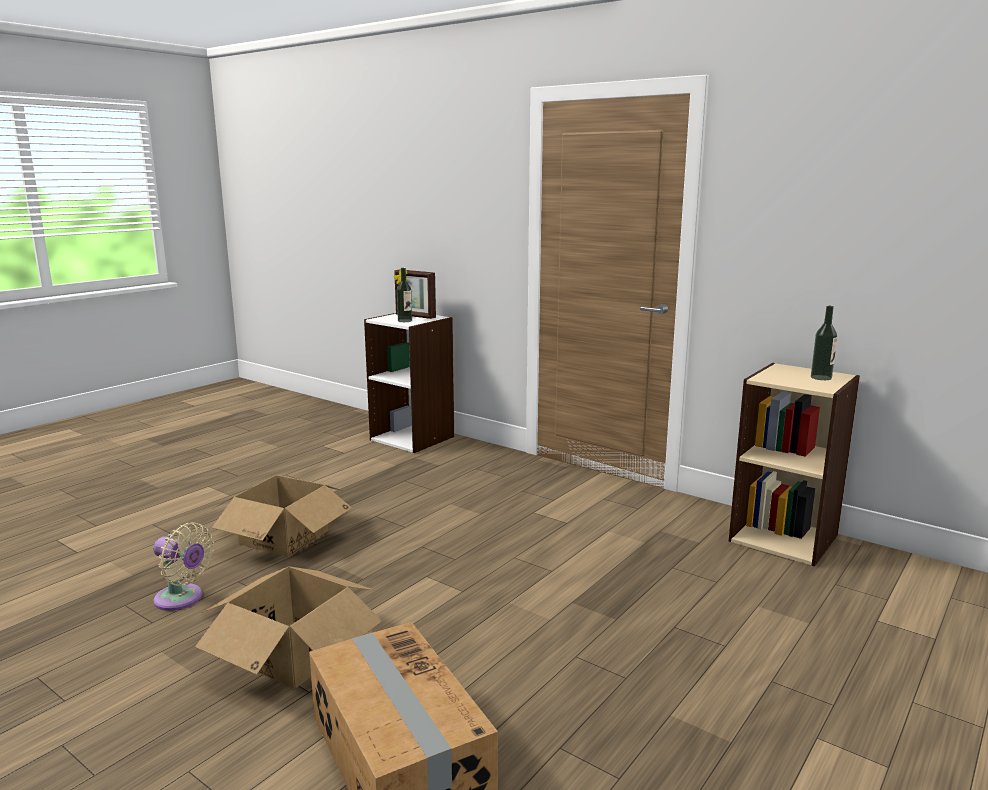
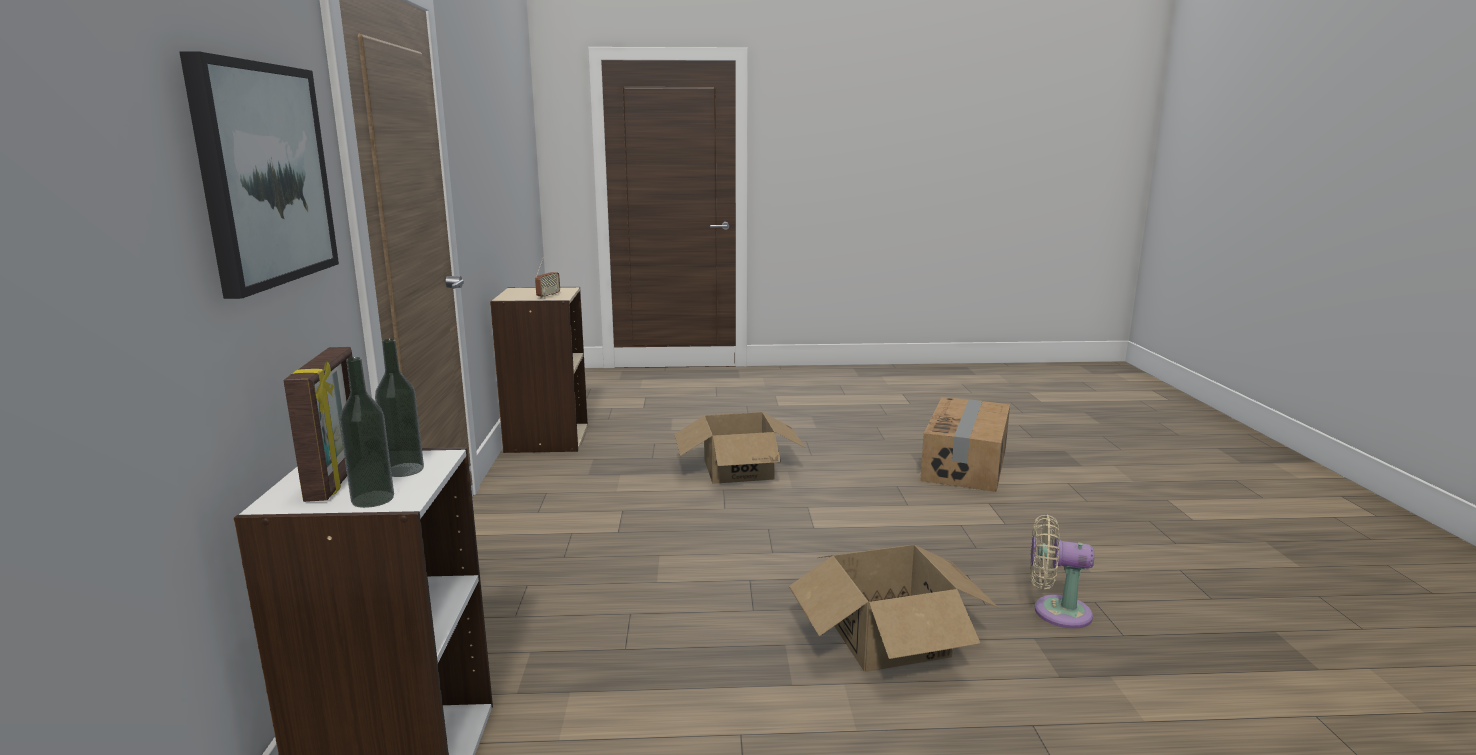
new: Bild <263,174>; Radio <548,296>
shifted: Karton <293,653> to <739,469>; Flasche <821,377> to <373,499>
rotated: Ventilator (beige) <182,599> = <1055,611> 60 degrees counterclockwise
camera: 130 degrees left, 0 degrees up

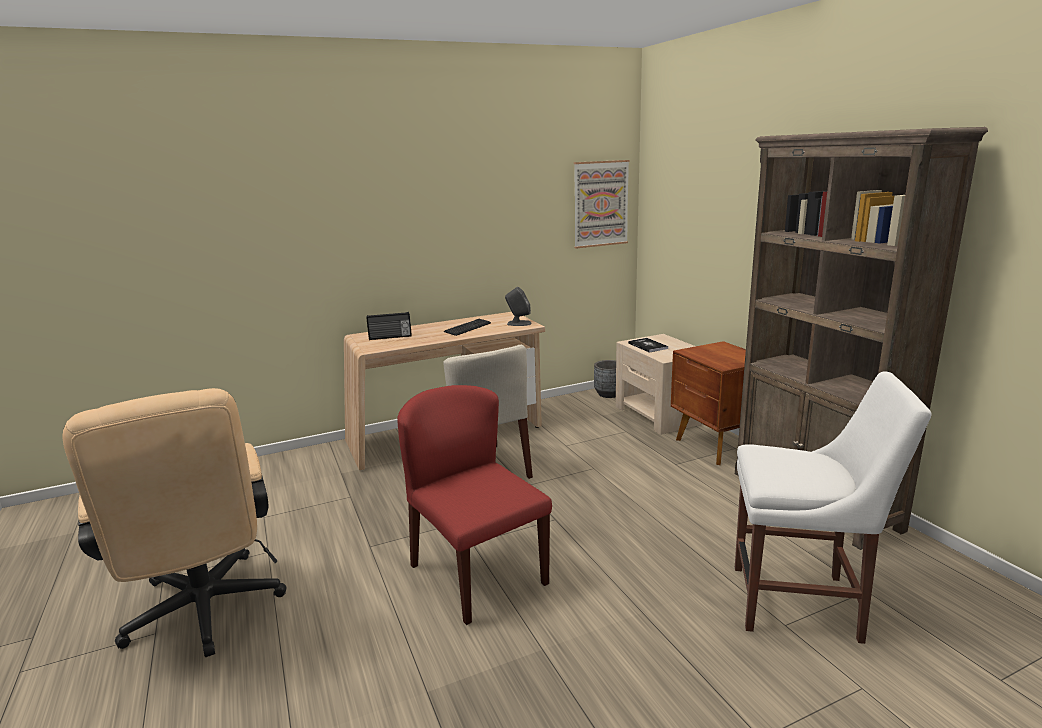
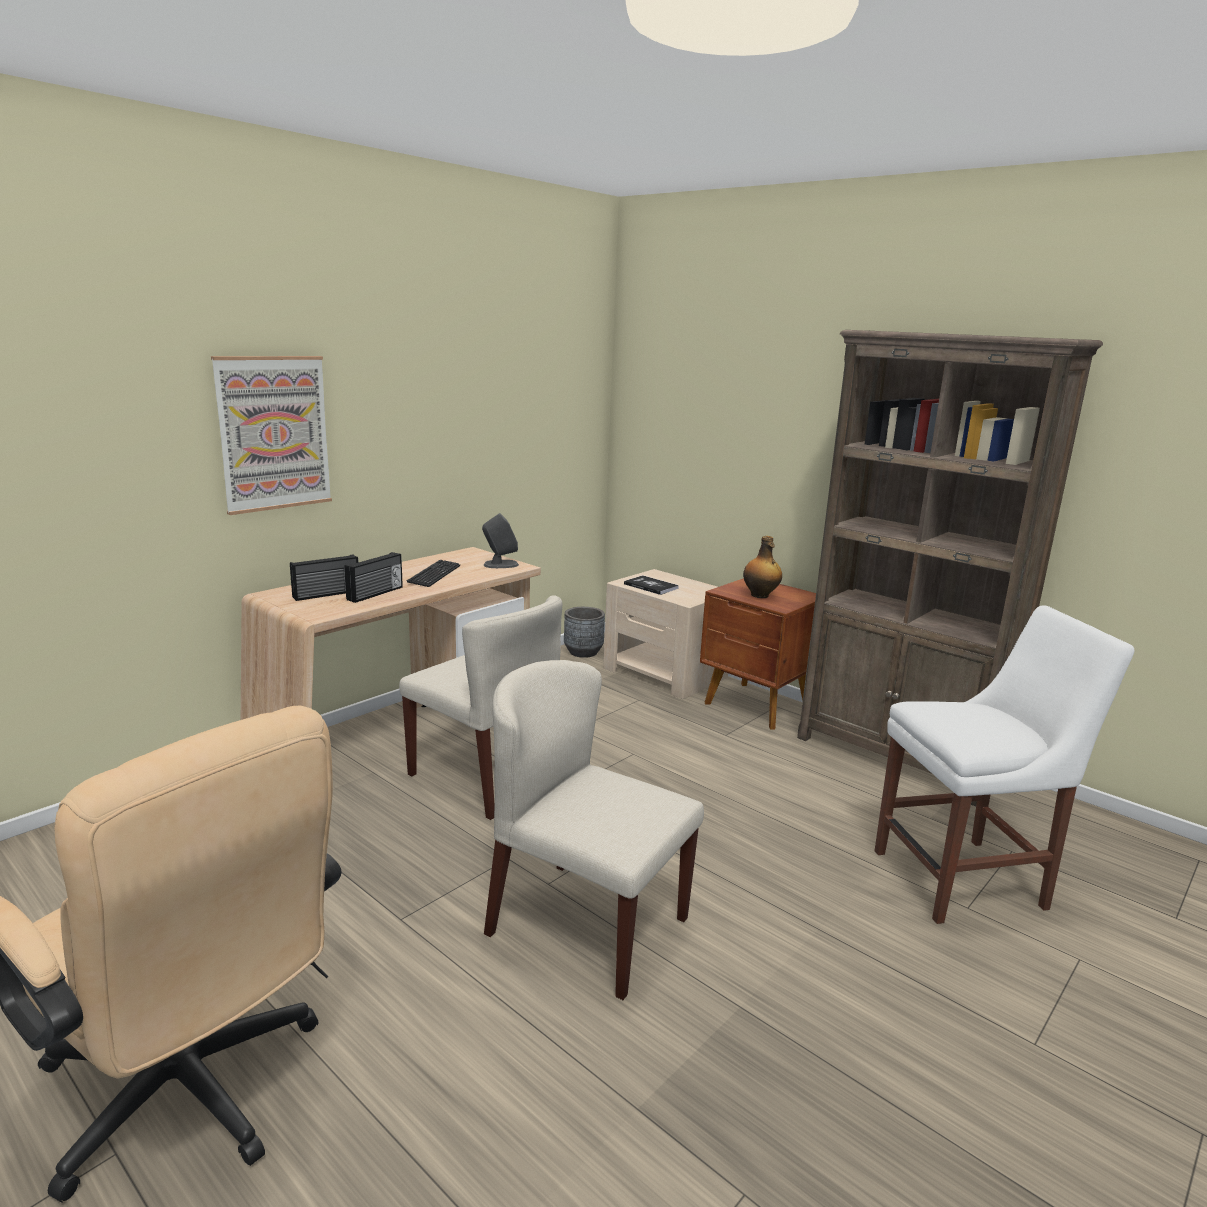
new: Radio <376,594>; Flasche <760,595>
shifted: Bild <600,204> to <274,433>
repainted: Stuhl (rot) <477,574> to Stuhl (beige) <586,925>
camera: 25 degrees left, 0 degrees up

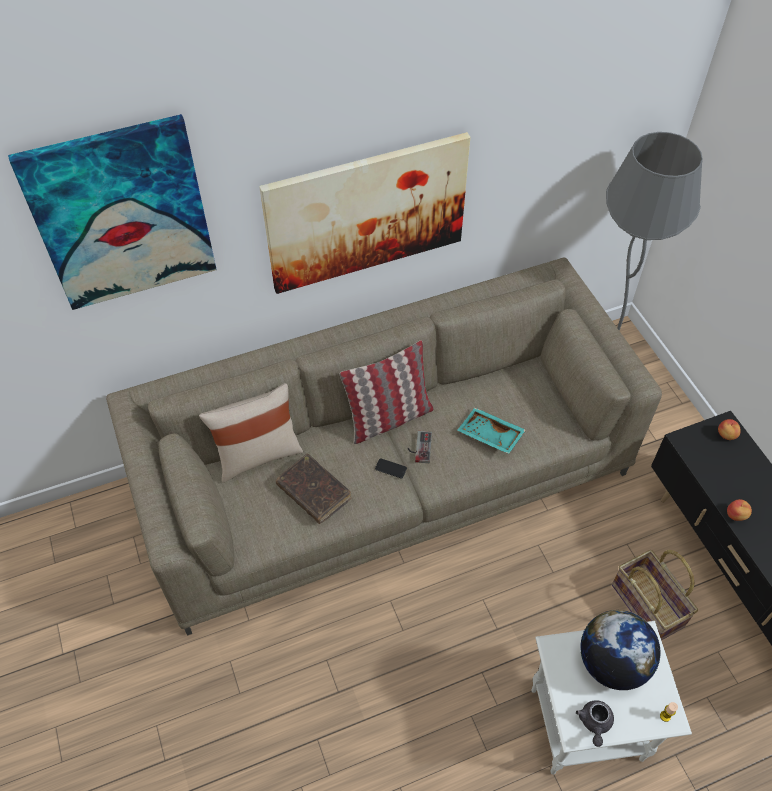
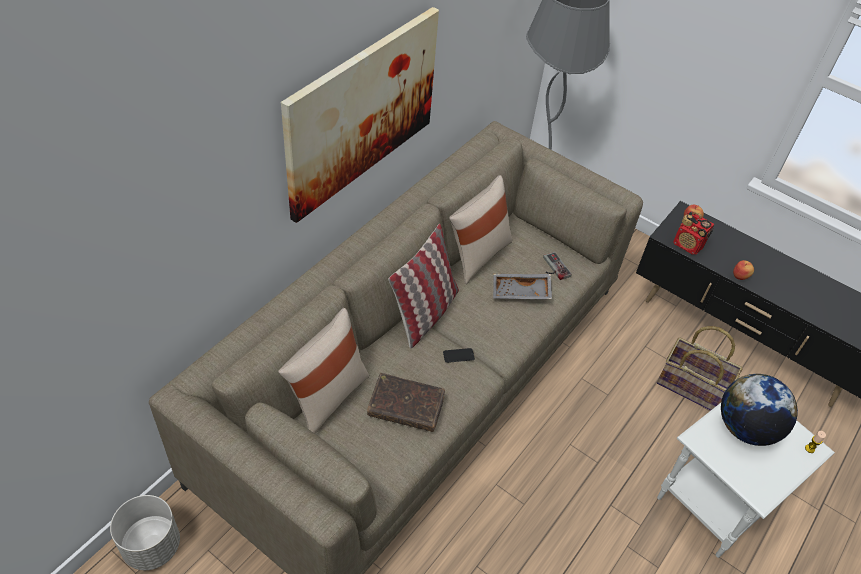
gone: Bild <122,215>; Teekanne (grau) <594,723>
new: Pflanzkübel (grau) <152,545>; Kissen (beige) <477,255>; Radio <688,245>
shifted: Gamepad <419,447> to <553,268>
repainted: Tablett (türkis) <489,436> to Tablett (grau) <520,293>
camera: 35 degrees left, 5 degrees down

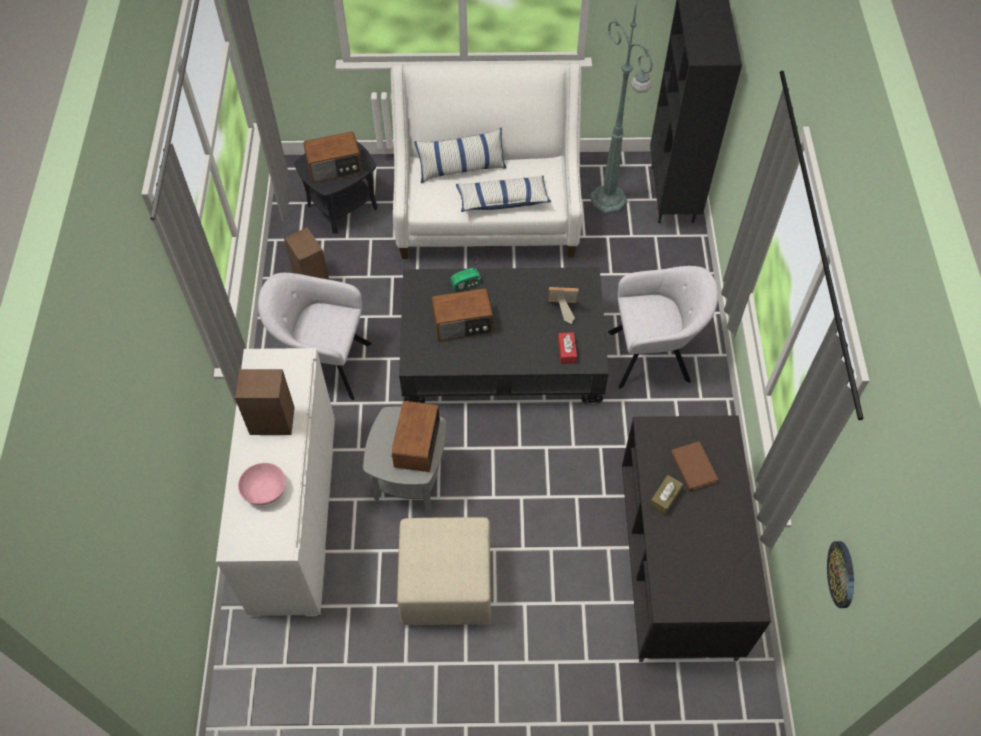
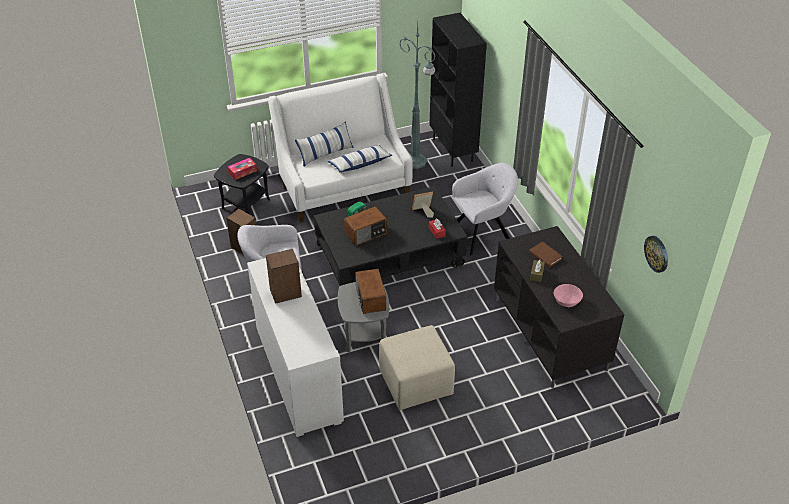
shifted: Schüssel (rosa) <264,490> to <566,301>
swapped: Radio <335,167> to Taschentuchbox <242,172>
camera: 20 degrees left, 15 degrees down

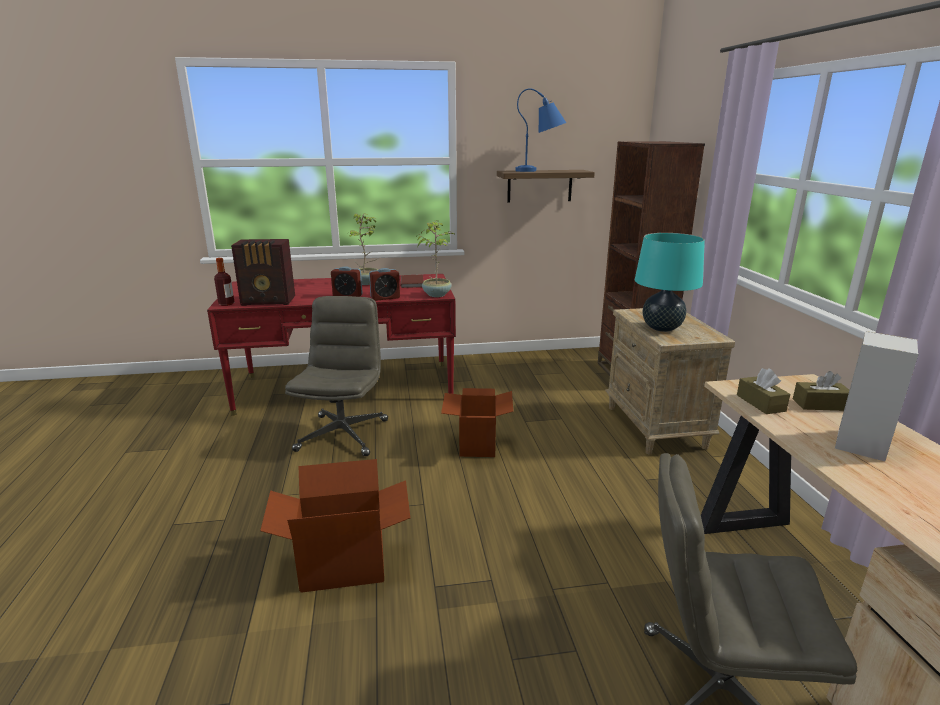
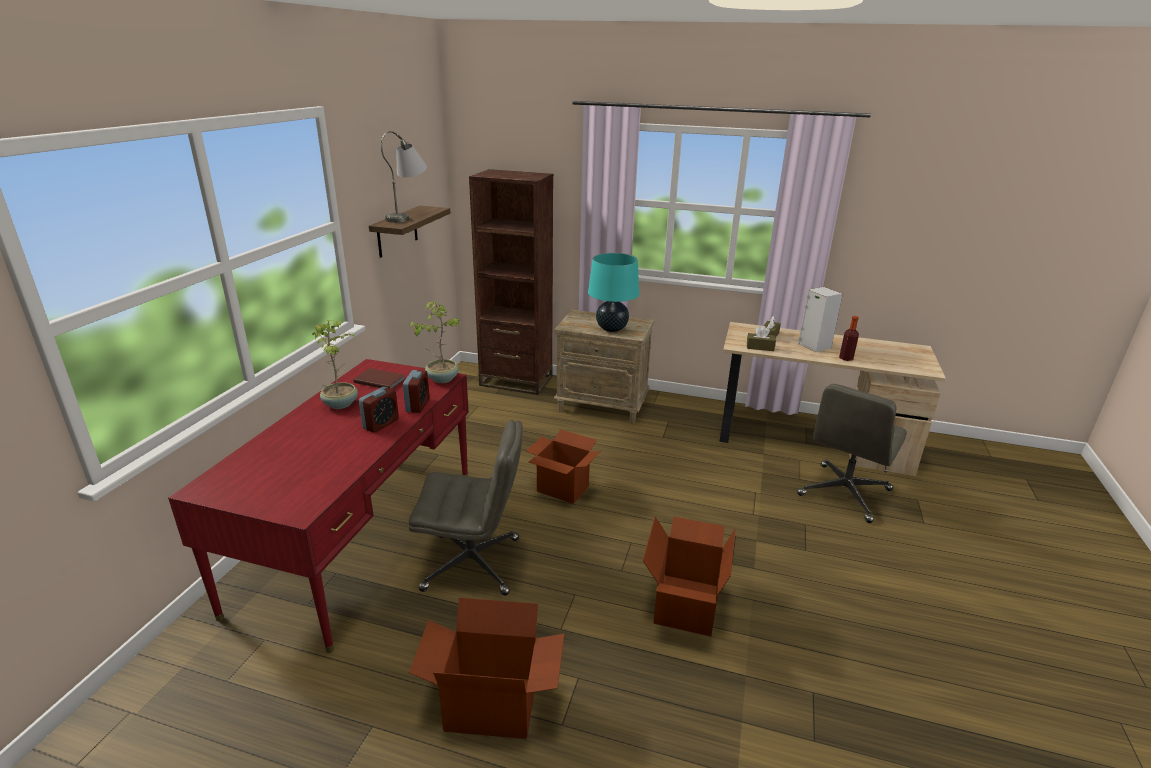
gone: Radio <269,301>
new: Karton <492,703>
shifted: Flasche <226,304> to <846,358>
repainted: Tischlampe (blau) <540,171> to Tischlampe (grau) <409,217>
rotated: Bürostuhl (grau) <343,434> = <473,563> 150 degrees clockwise
camera: 65 degrees left, 5 degrees up

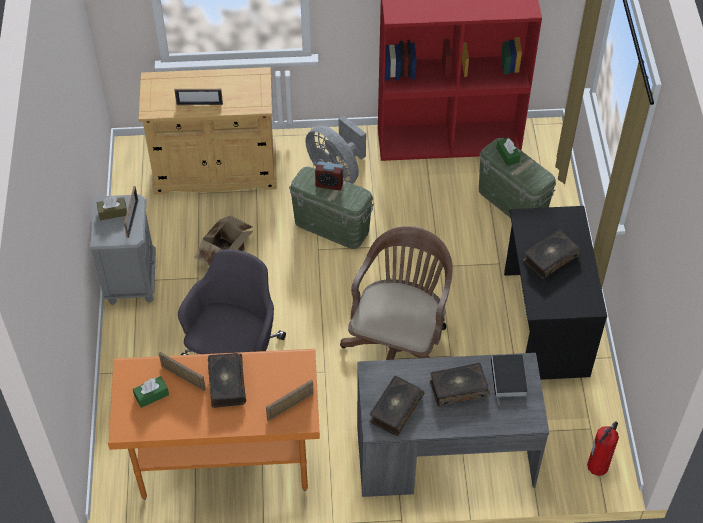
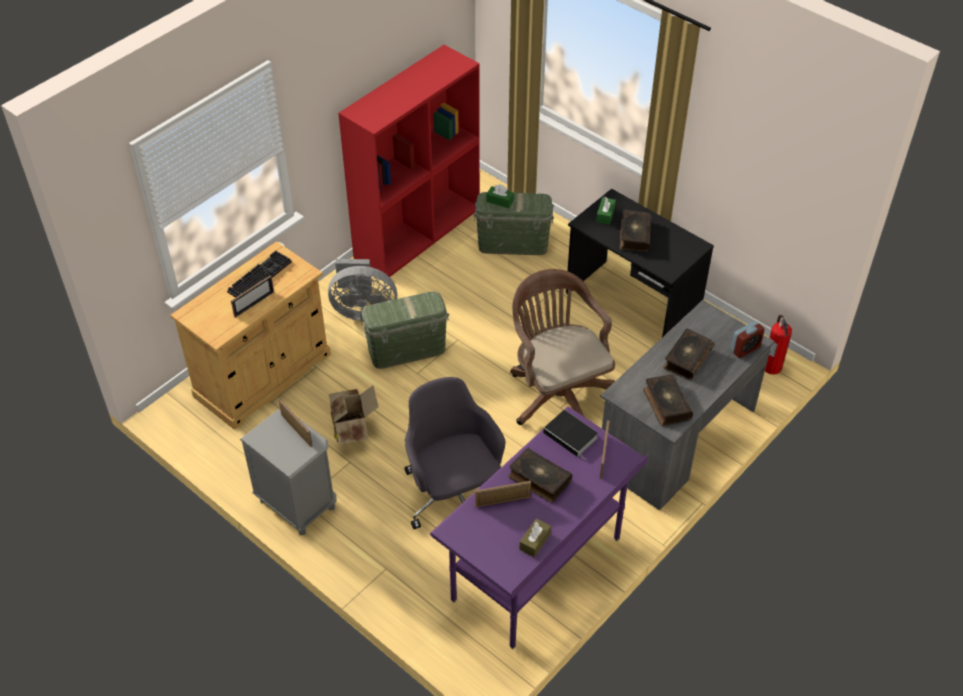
new: Tastatur <259,276>
shifted: Taschentuchbox (braun) <112,212> to <535,541>; Taschentuchbox (grün) <151,395> to <605,215>; Wecker <329,184> to <745,349>; Buch <509,379> to <572,436>
repainted: Schreibtisch (orange) <224,461> to Schreibtisch (lila) <537,570>
camera: 45 degrees left, 5 degrees down

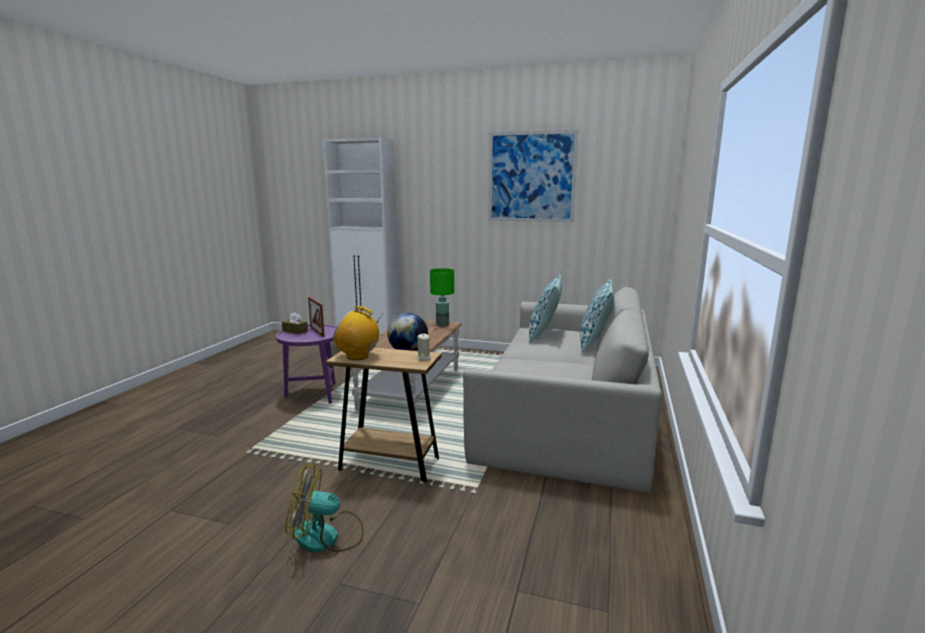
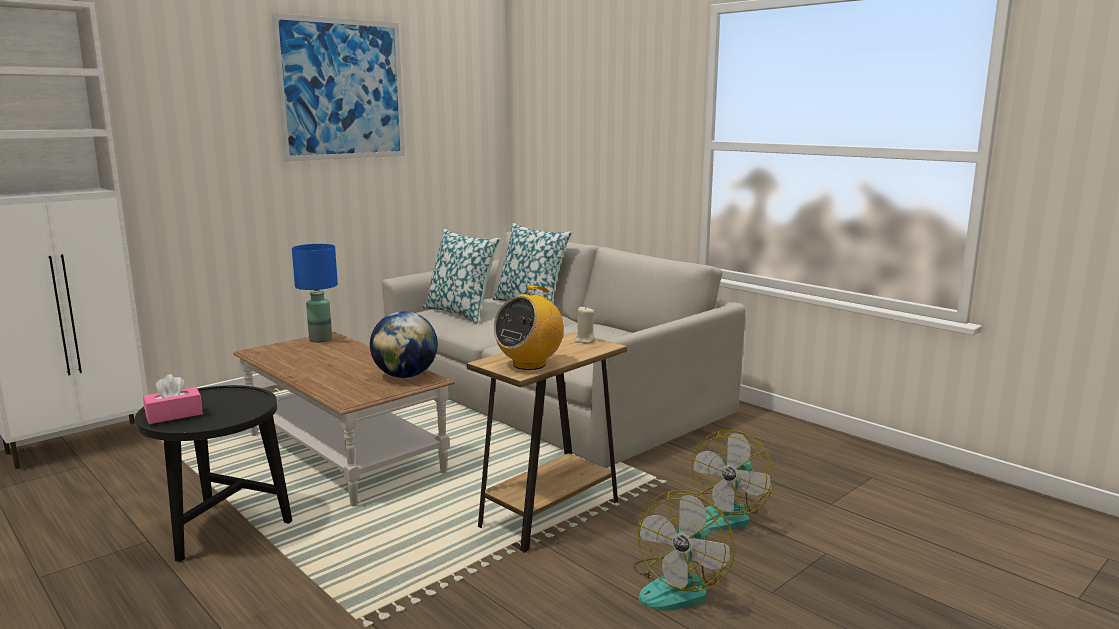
gone: Bilderrahmen <317,332>
new: Ventilator <726,514>
repainted: Beistelltisch (lila) <314,394> to Beistelltisch (schwarz) <222,531>; Taschentuchbox (braun) <295,331> to Taschentuchbox (rosa) <174,415>; Tischlampe (grün) <442,324> to Tischlampe (blau) <320,339>
camera: 60 degrees left, 0 degrees up

